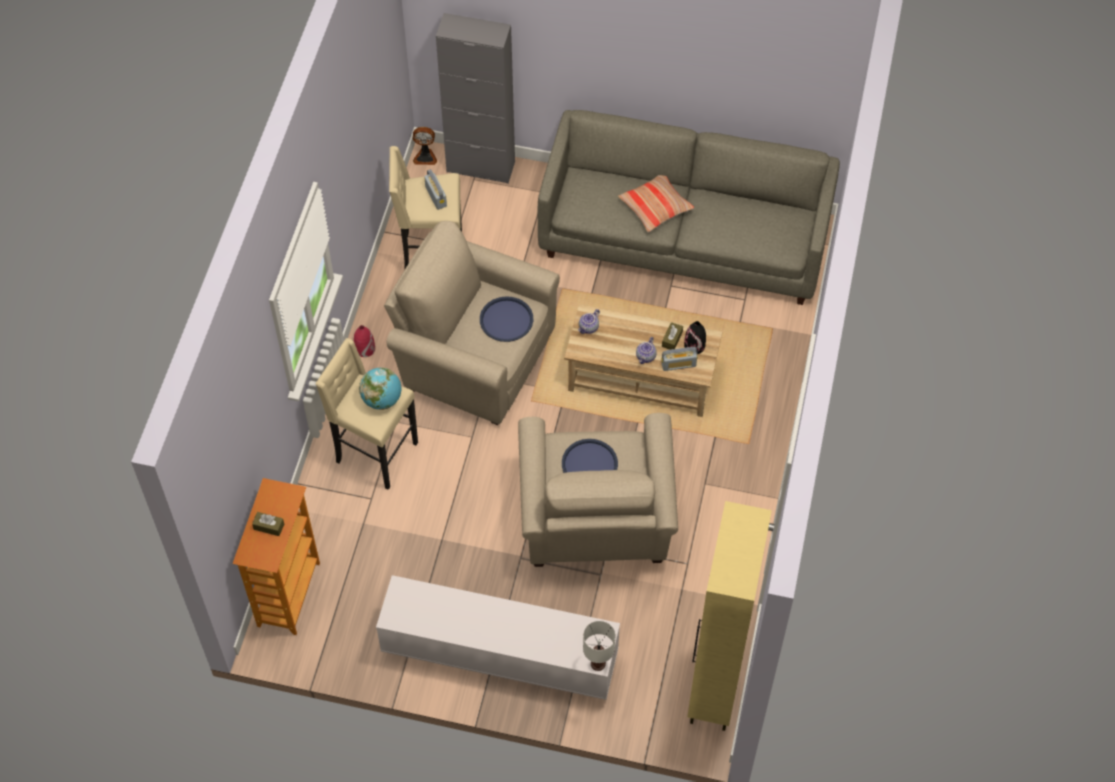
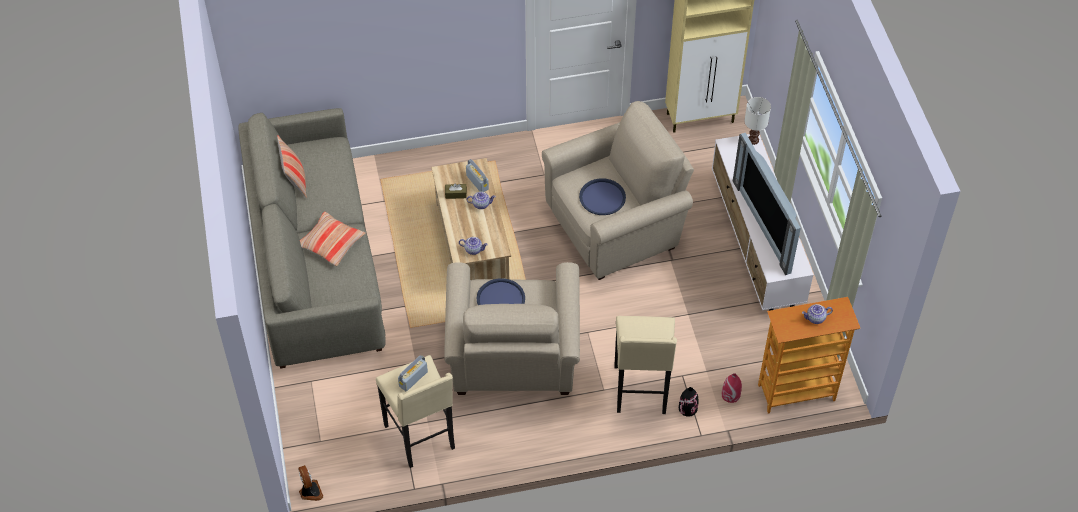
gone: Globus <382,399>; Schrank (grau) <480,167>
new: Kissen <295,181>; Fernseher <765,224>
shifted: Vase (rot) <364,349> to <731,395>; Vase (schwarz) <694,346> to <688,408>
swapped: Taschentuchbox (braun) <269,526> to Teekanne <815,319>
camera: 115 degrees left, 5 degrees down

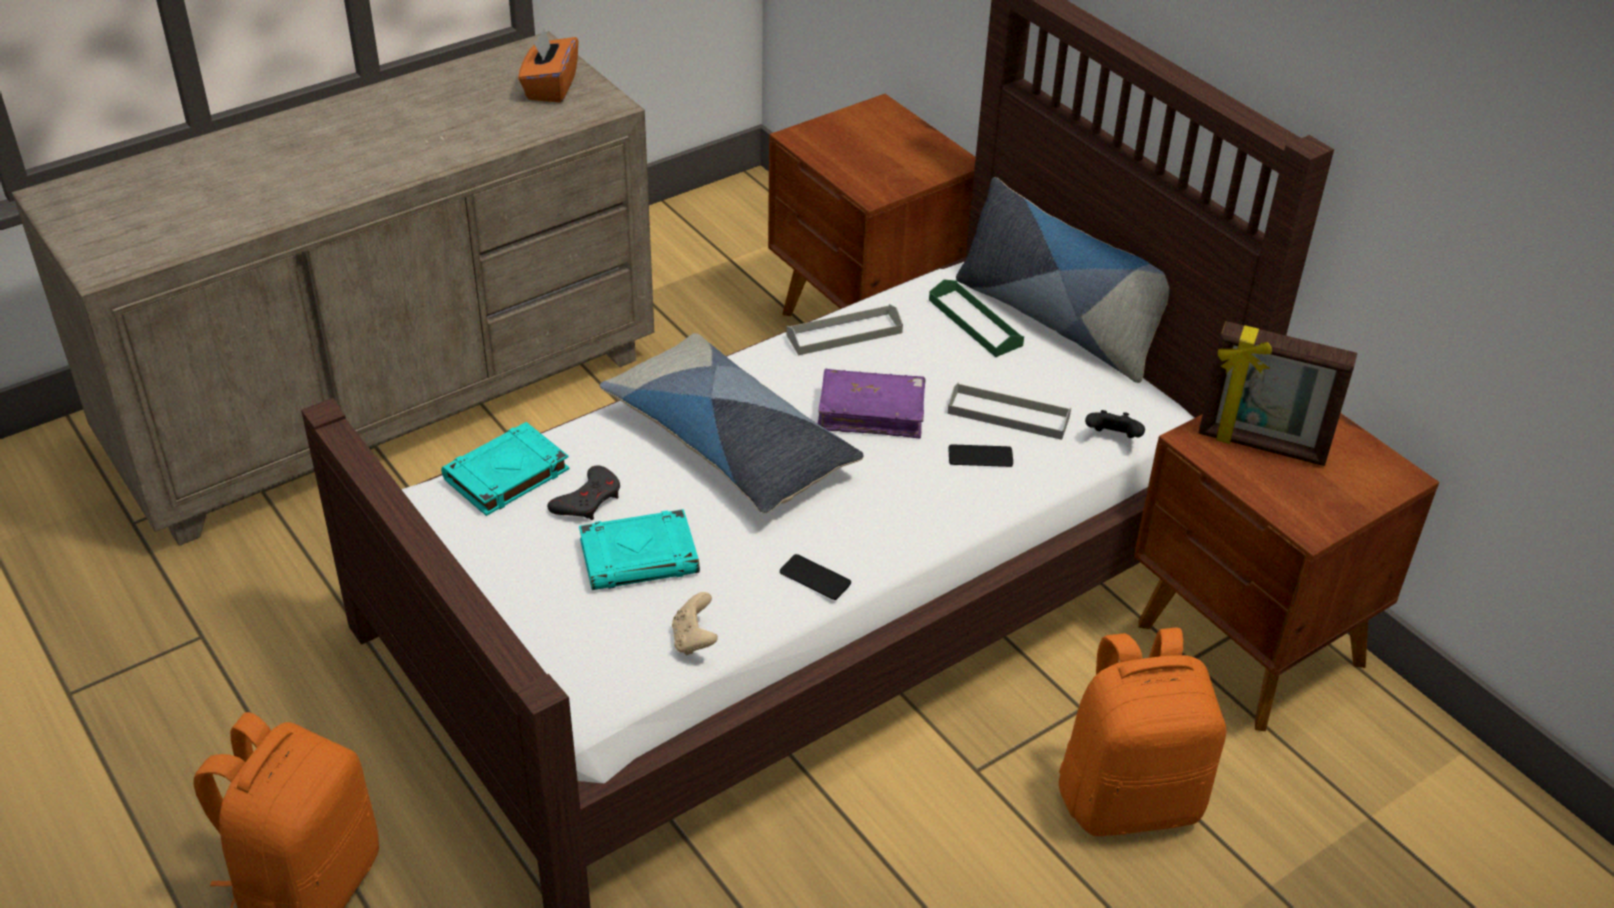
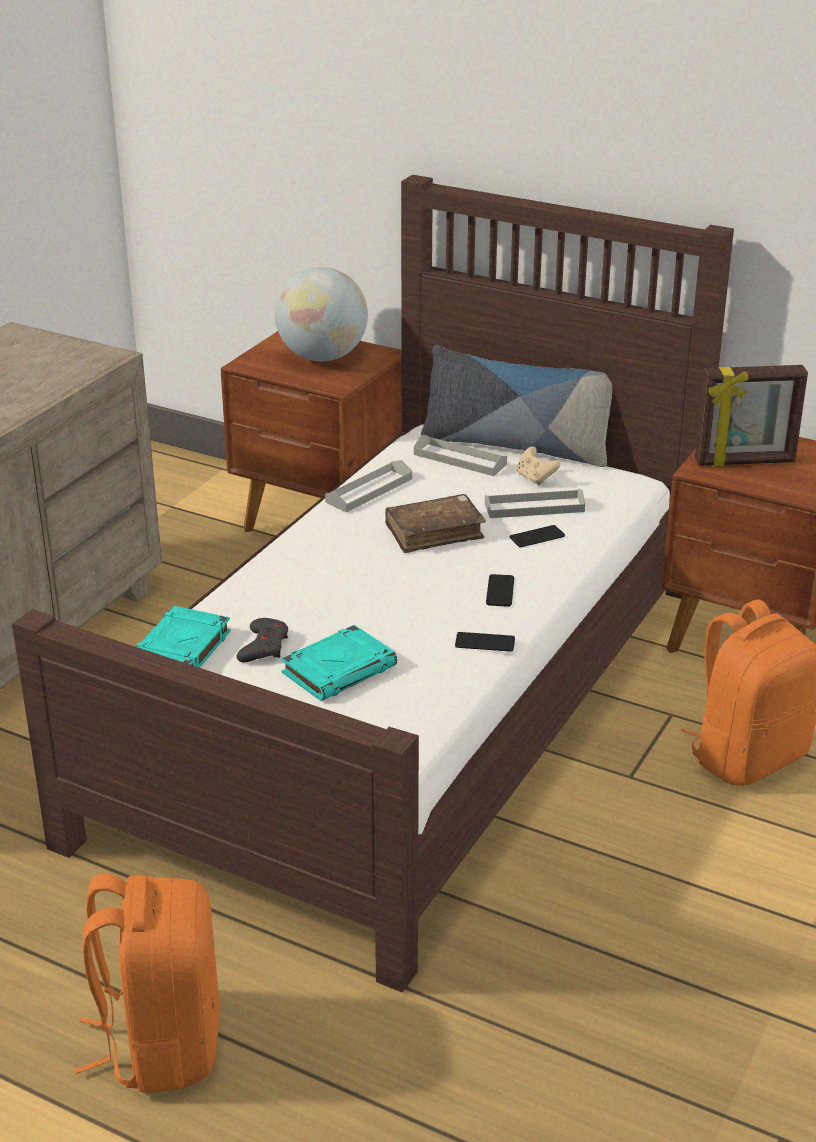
gone: Taschentuchbox (orange) <550,87>; Kissen <729,443>; Gamepad (schwarz) <1113,438>
new: Globus <322,357>; Handy <500,591>
shifted: Gamepad (beige) <694,640> to <535,479>
repainted: Buch (lila) <871,413> to Buch (braun) <434,533>; Tablett (grün) <975,322> to Tablett (grau) <460,459>
camera: 25 degrees left, 10 degrees down

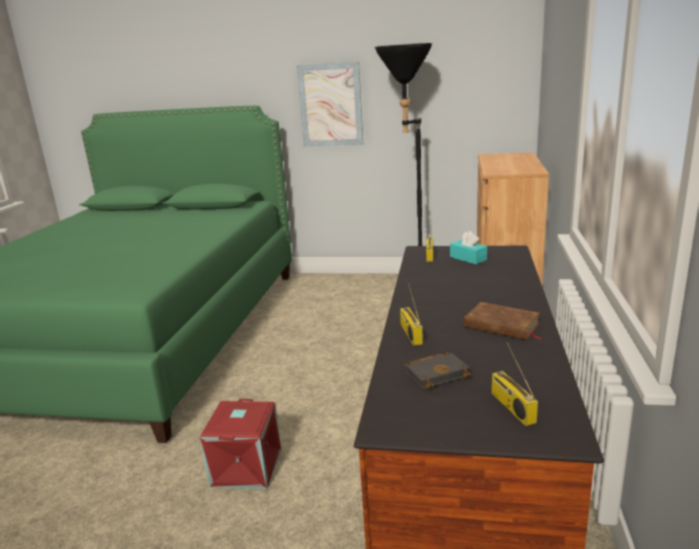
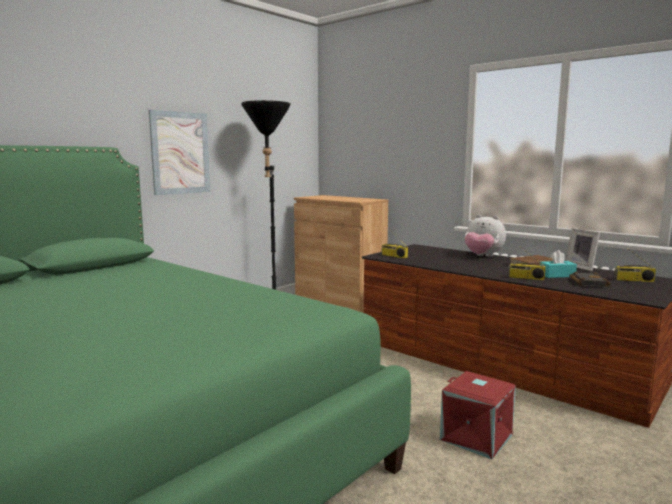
new: Plüschtier <482,256>; Bilderrahmen <582,267>
shifted: Taschentuchbox (türkis) <468,258> to <557,275>
camera: 60 degrees left, 10 degrees down

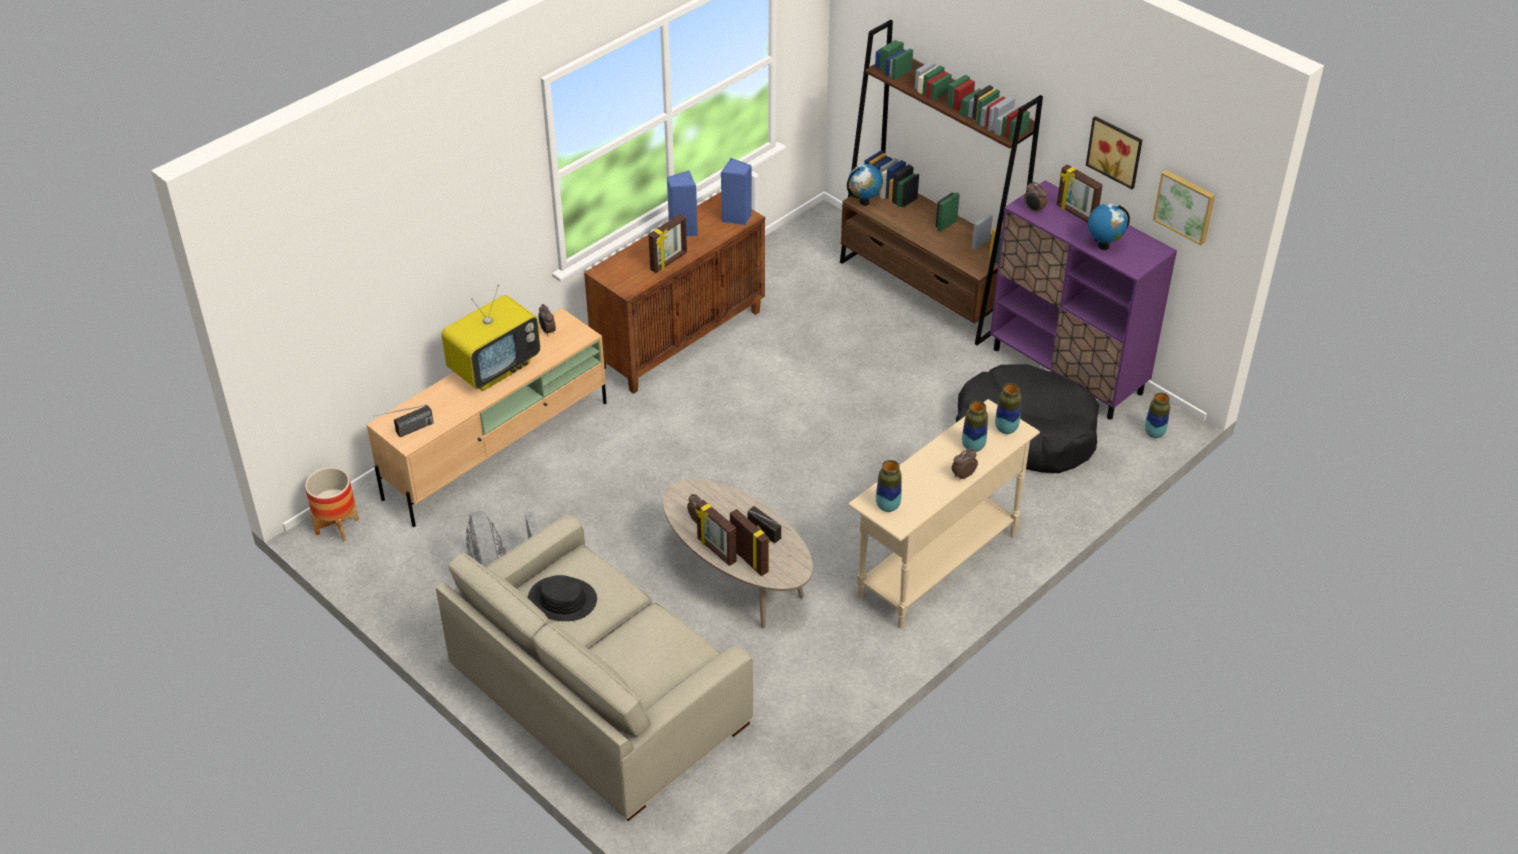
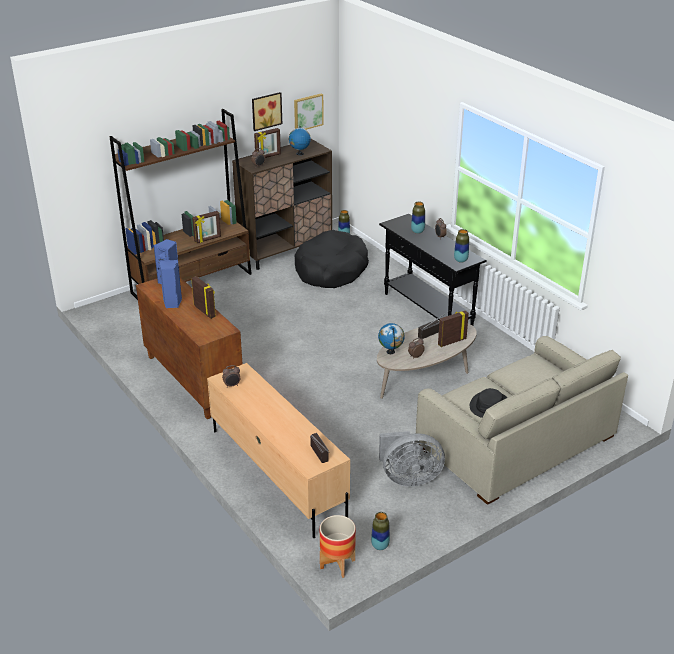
gone: Fernseher <495,368>
shifted: Bilderrahmen <716,551> to <207,239>; Globus <864,202> to <390,352>; Vase <1006,429> to <380,546>
repainted: Konsolentisch (beige) <936,566> to Konsolentisch (schwarz) <427,311>; Schrank (lila) <1067,371> to Schrank (braun) <286,251>
camera: 80 degrees left, 10 degrees down

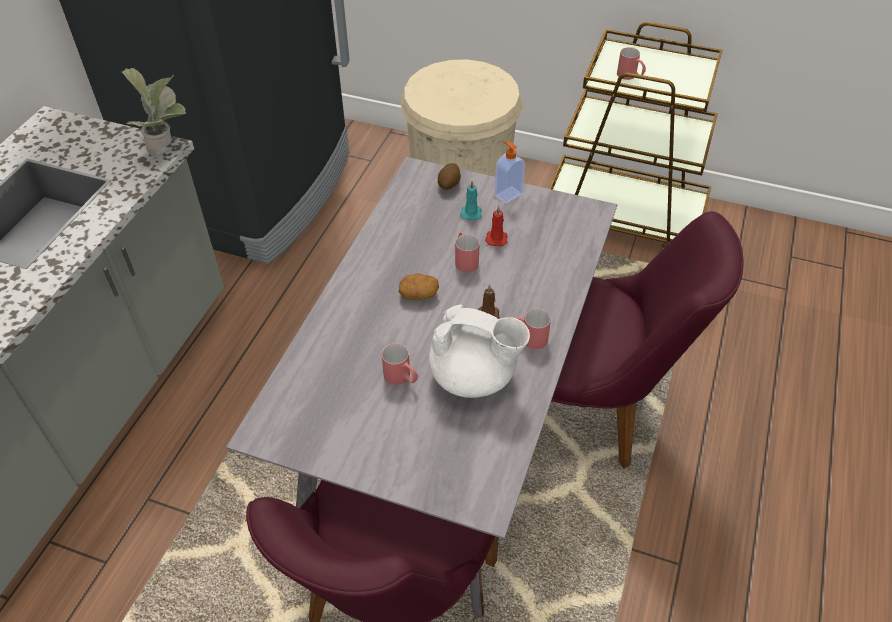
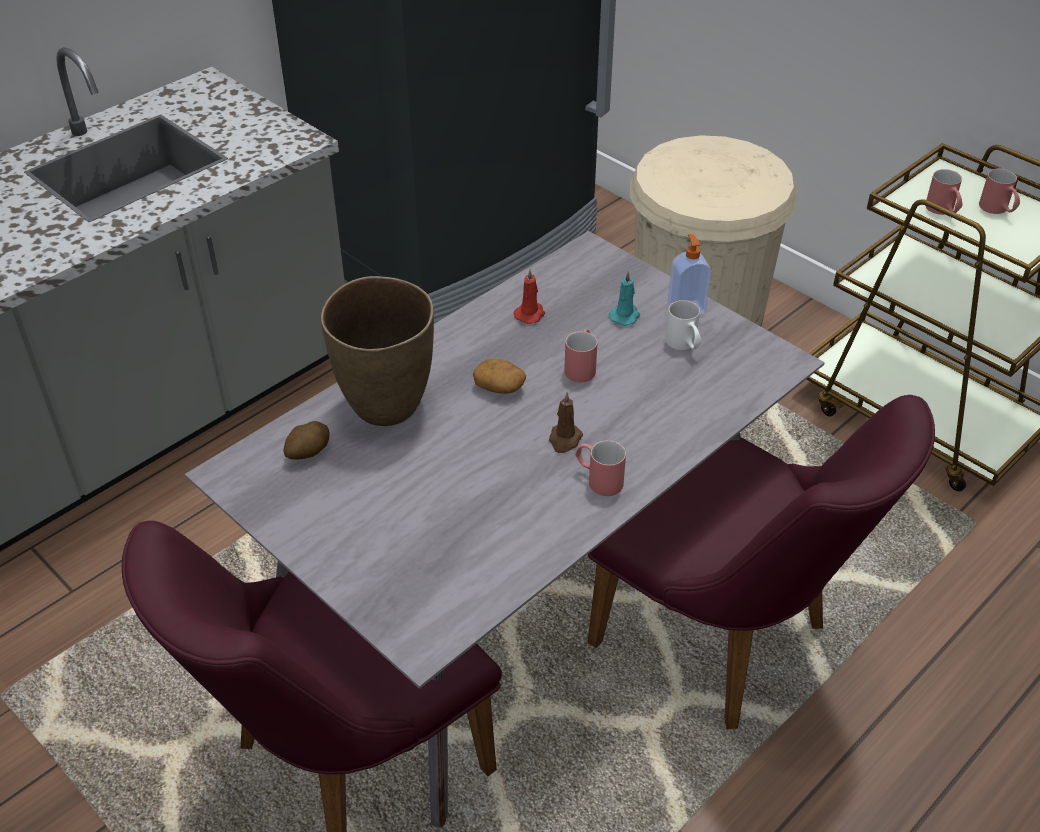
gone: Topfpflanze <167,148>; Teekanne (weiß) <474,376>
new: Vase (braun) <387,407>; Henkelbecher (weiß) <684,345>
shifted: Henkelbecher (rot) <402,378> to <997,210>; Kartoffel <449,184> to <308,452>; Kerze (rot) <496,238> to <530,314>
camera: 25 degrees right, 5 degrees down

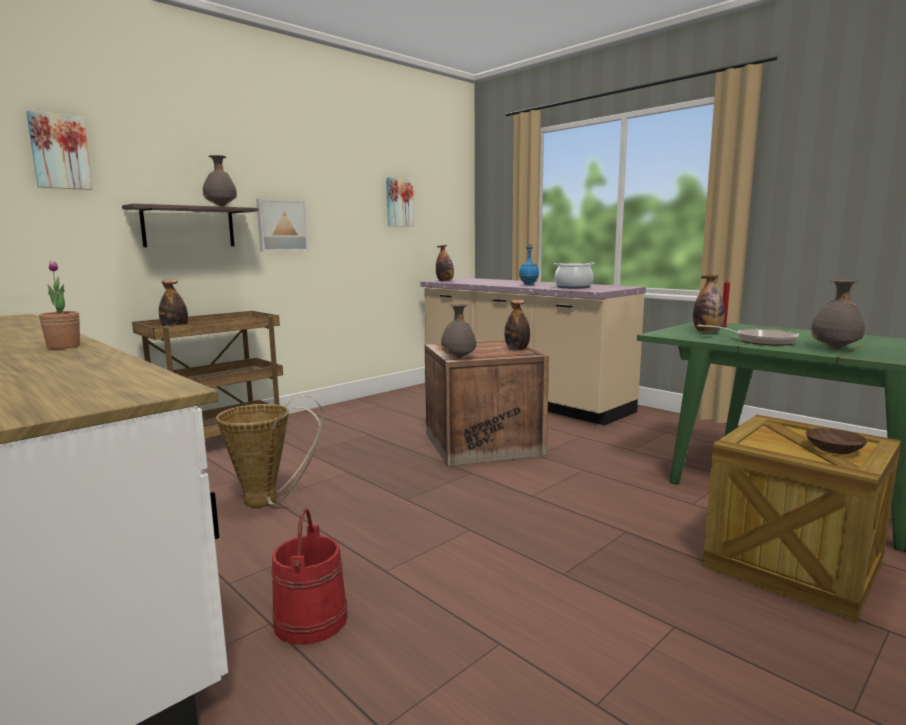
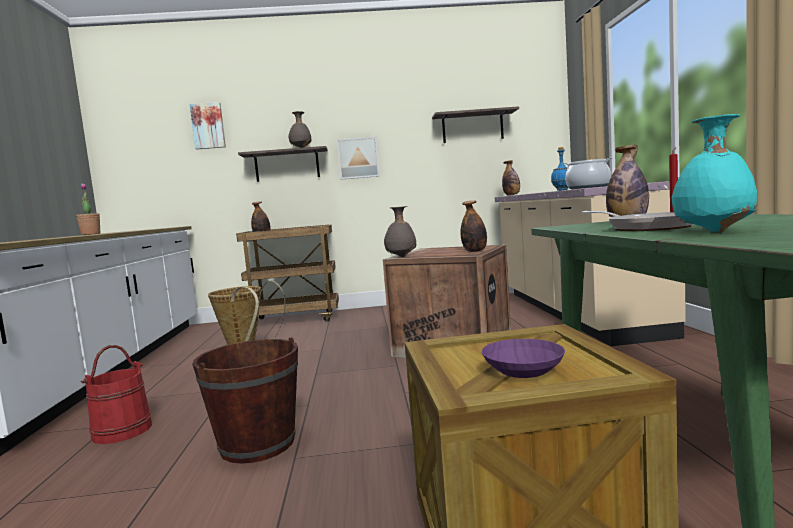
new: Eimer (braun) <257,444>
swapped: Bild <399,202> to Wandregal <472,127>
repainted: Schüssel (braun) <832,448> to Schüssel (lila) <522,369>; Vase (grau) <834,349> to Vase (türkis) <712,232>
camera: 40 degrees right, 5 degrees down

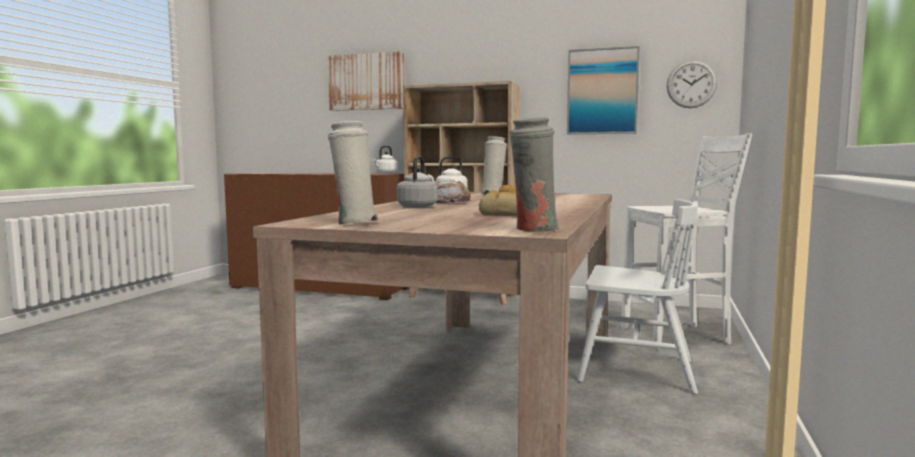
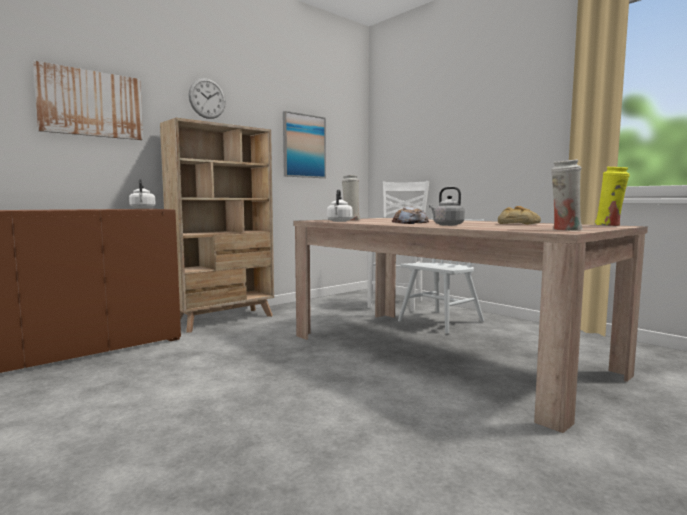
shifted: Wanduhr <691,84> to <207,98>
repainted: Vase (grau) <534,229> to Vase (gelb) <609,225>
camera: 60 degrees left, 0 degrees up

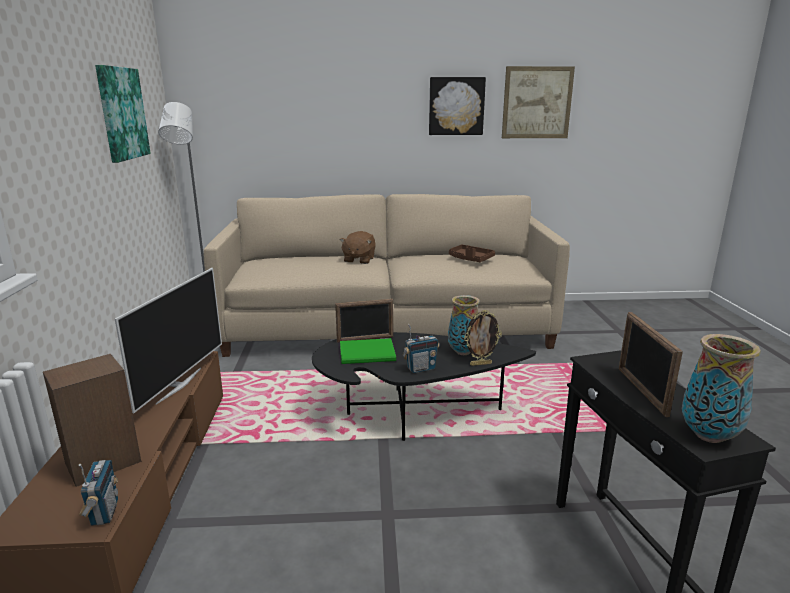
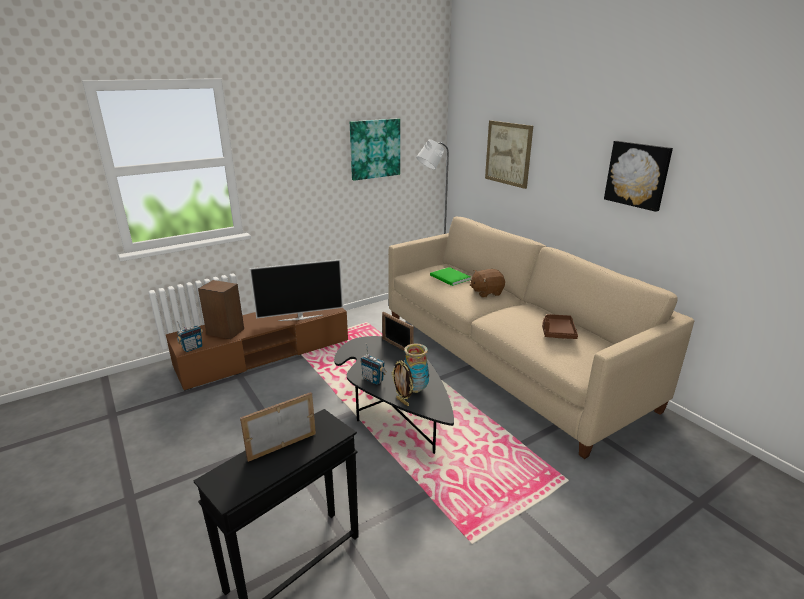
gone: Vase <709,436>
shifted: Buch (grün) <369,354> to <450,278>; Bild <537,103> to <508,153>
camera: 60 degrees right, 5 degrees up

